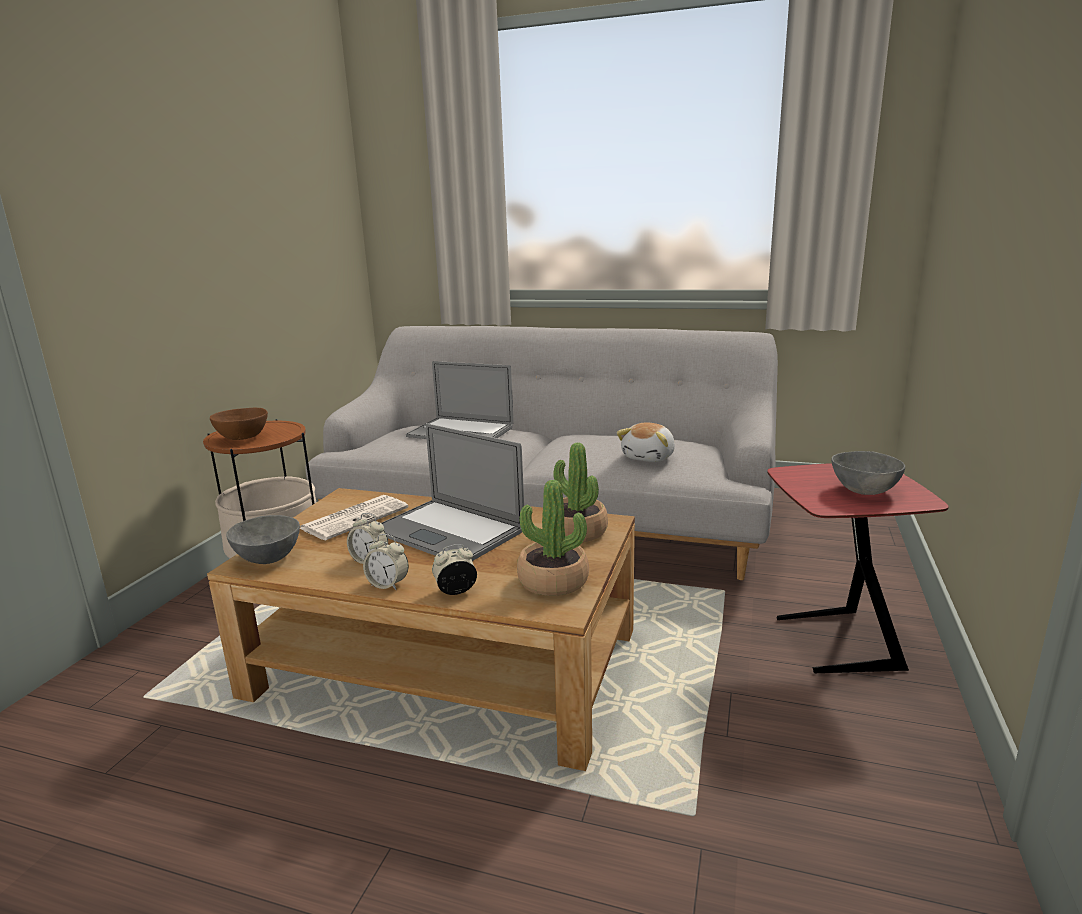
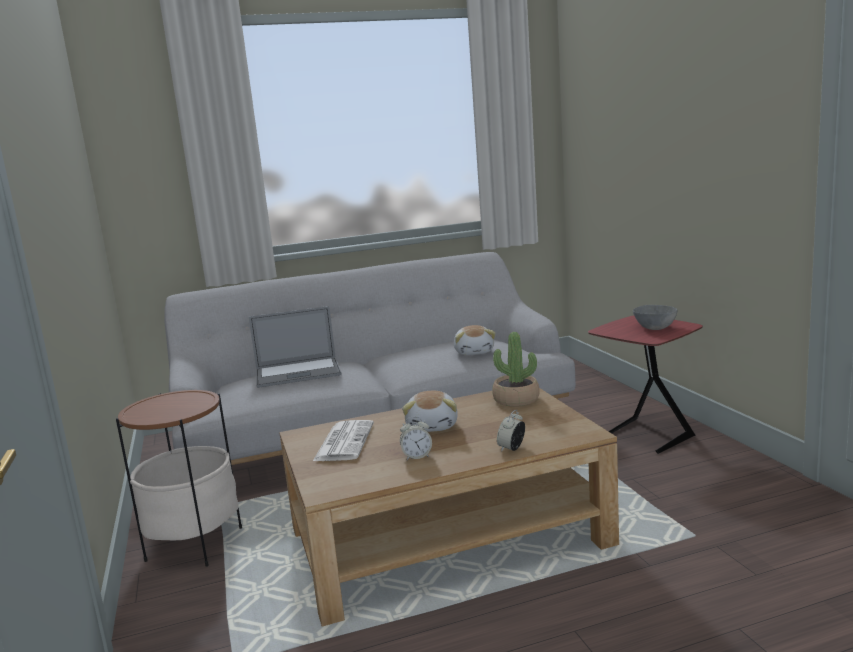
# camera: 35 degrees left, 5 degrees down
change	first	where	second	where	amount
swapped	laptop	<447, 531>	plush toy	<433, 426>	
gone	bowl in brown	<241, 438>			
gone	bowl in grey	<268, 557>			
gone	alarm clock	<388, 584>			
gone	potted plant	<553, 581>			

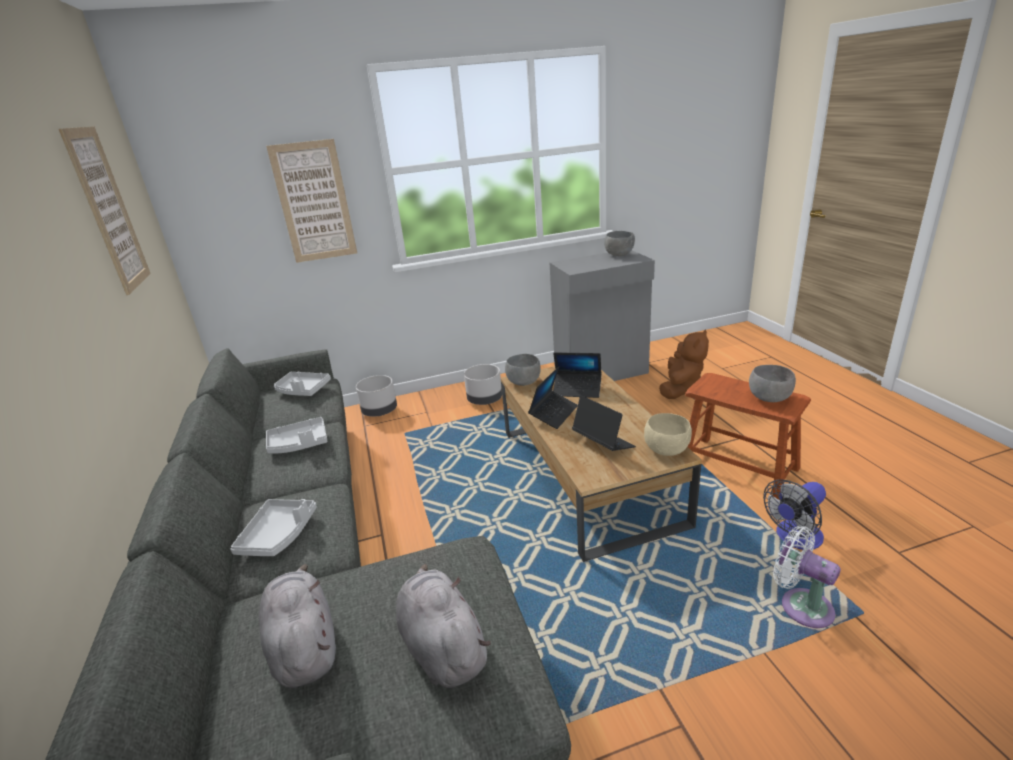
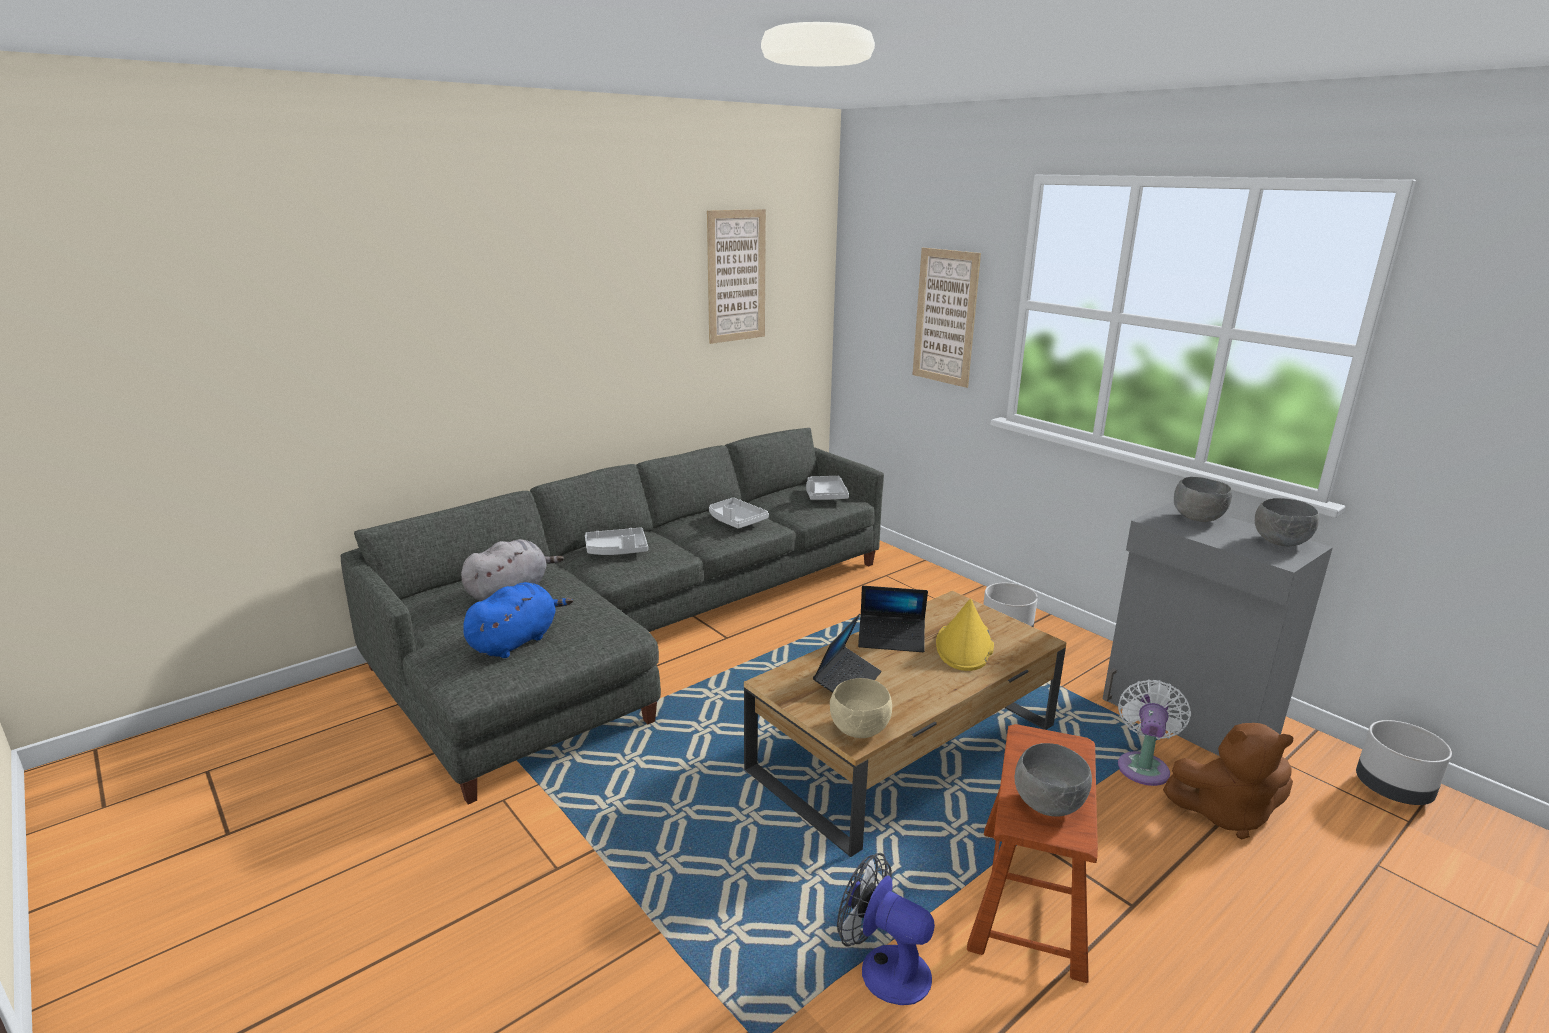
# camera: 65 degrees right, 5 degrees down
change	first	where	second	where	amount
repainted	plush toy in grey	<442, 646>	plush toy in blue	<516, 641>	
swapped	laptop	<577, 390>	hat in yellow	<964, 646>	
shifted	fan in white	<801, 605>		<1143, 766>	
shifted	bowl in grey	<523, 382>		<1198, 518>	
shifted	planter in grey	<380, 412>		<1393, 791>	

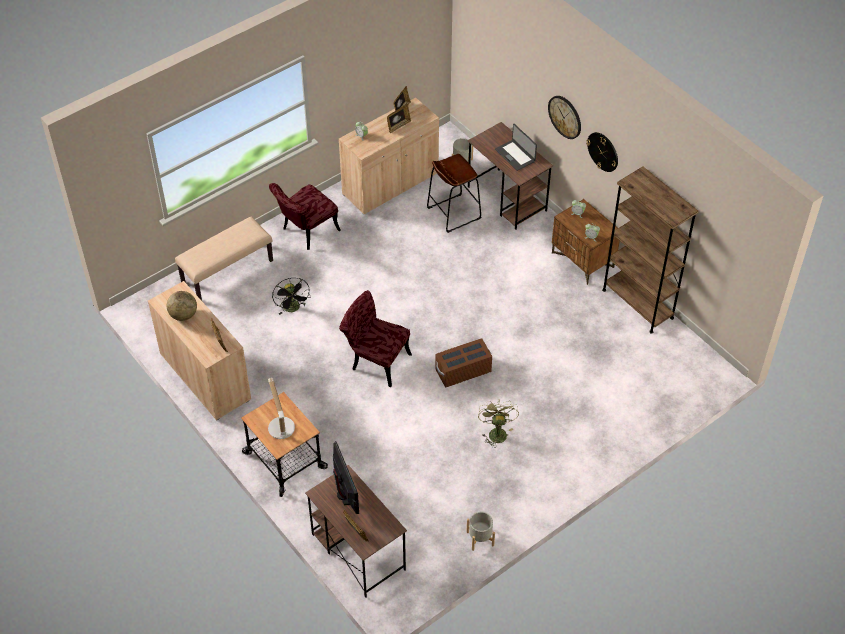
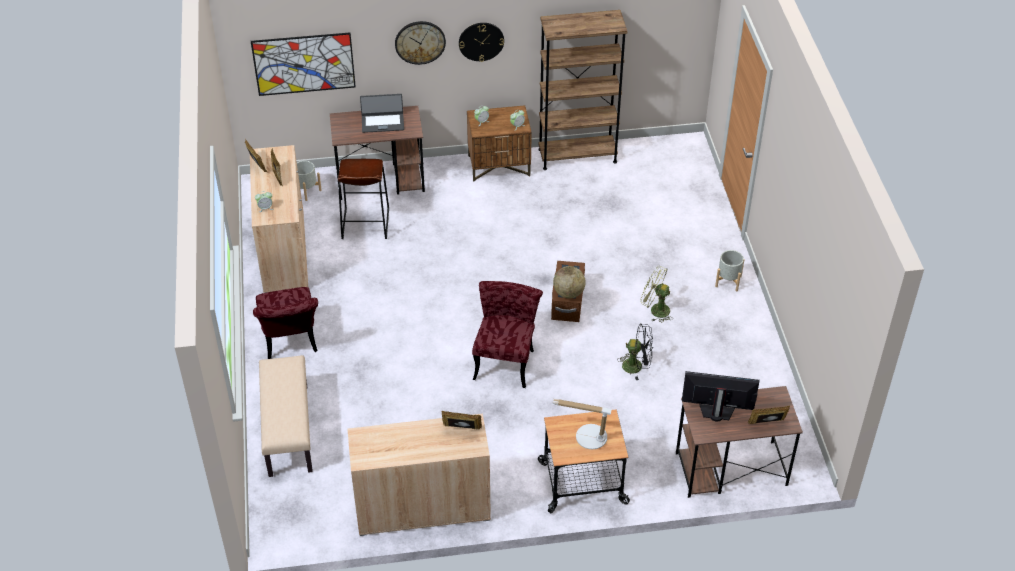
# camera: 60 degrees left, 5 degrees down
change	first	where	second	where	amount
new			picture	<304, 64>	
rotated	chair in red	<375, 360>		<506, 359>	135 degrees clockwise
shifted	globe	<183, 315>		<568, 293>	
shifted	fan in black	<293, 309>		<637, 366>	
shifted	planter in grey	<480, 538>		<728, 281>	

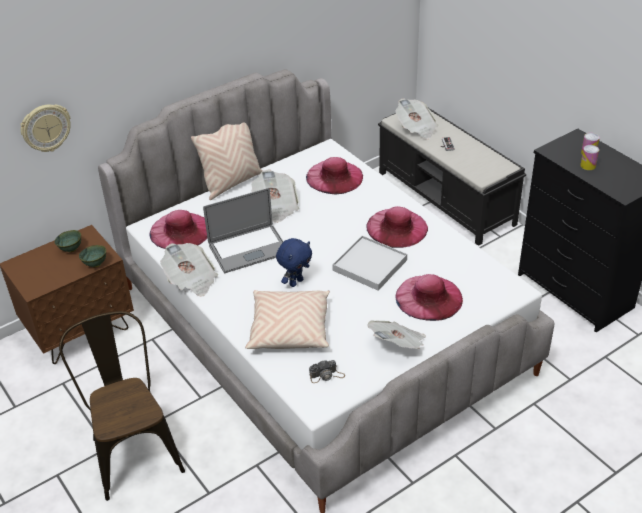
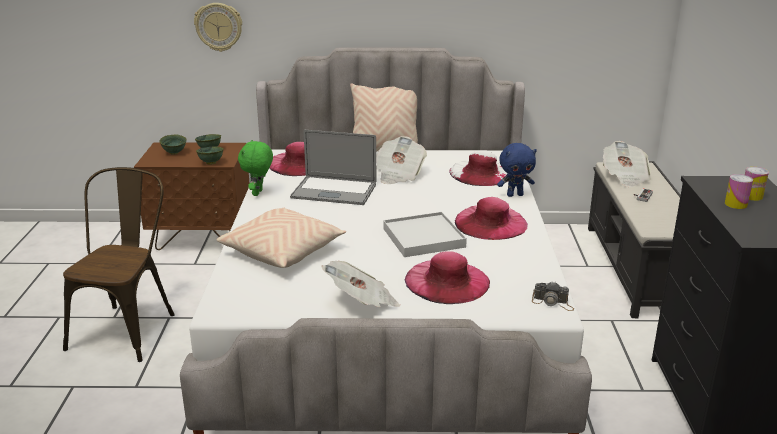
# camera: 35 degrees right, 15 degrees down
change	first	where	second	where	amount
new			bowl in green	<175, 153>	
swapped	newspaper	<191, 280>	plush toy in green	<258, 193>	
repainted	hat in pink	<334, 177>	hat in white	<481, 173>	
shifted	plush toy in blue	<296, 282>		<515, 195>	
shifted	photo camera	<327, 375>		<553, 303>	

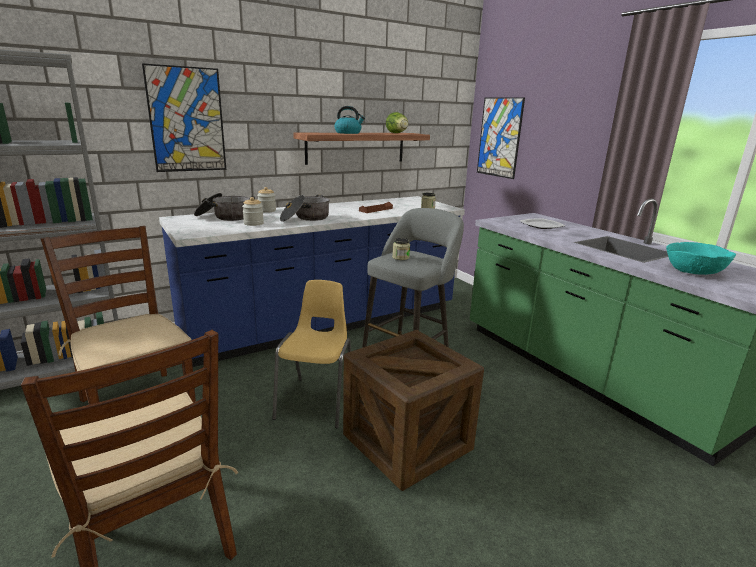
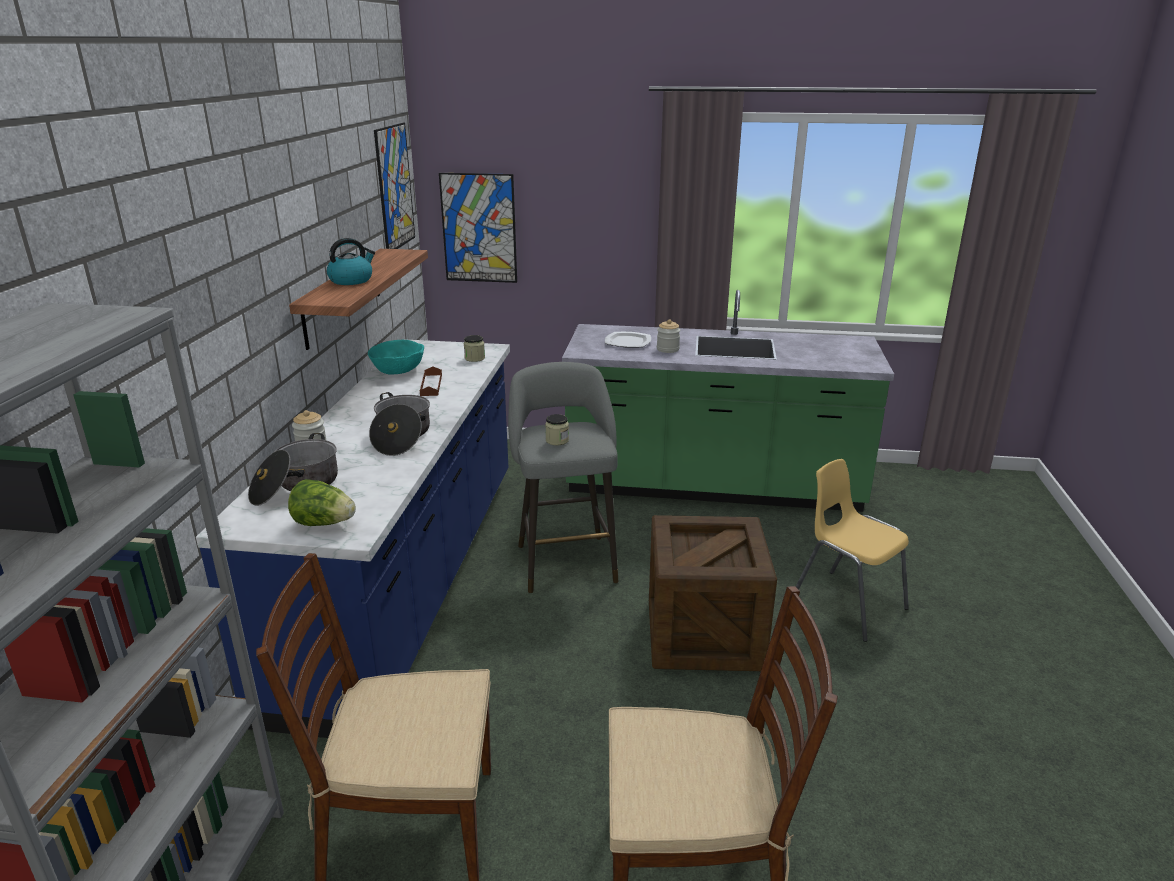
# camera: 50 degrees left, 5 degrees up
change	first	where	second	where	amount
shifted	lettuce	<397, 133>		<324, 523>	
shifted	bowl in turquoise	<693, 271>		<397, 370>	
shifted	picture	<187, 120>		<394, 187>	
shifted	jar	<253, 223>		<667, 349>	
shifted	chair in yellow	<316, 401>		<847, 603>	

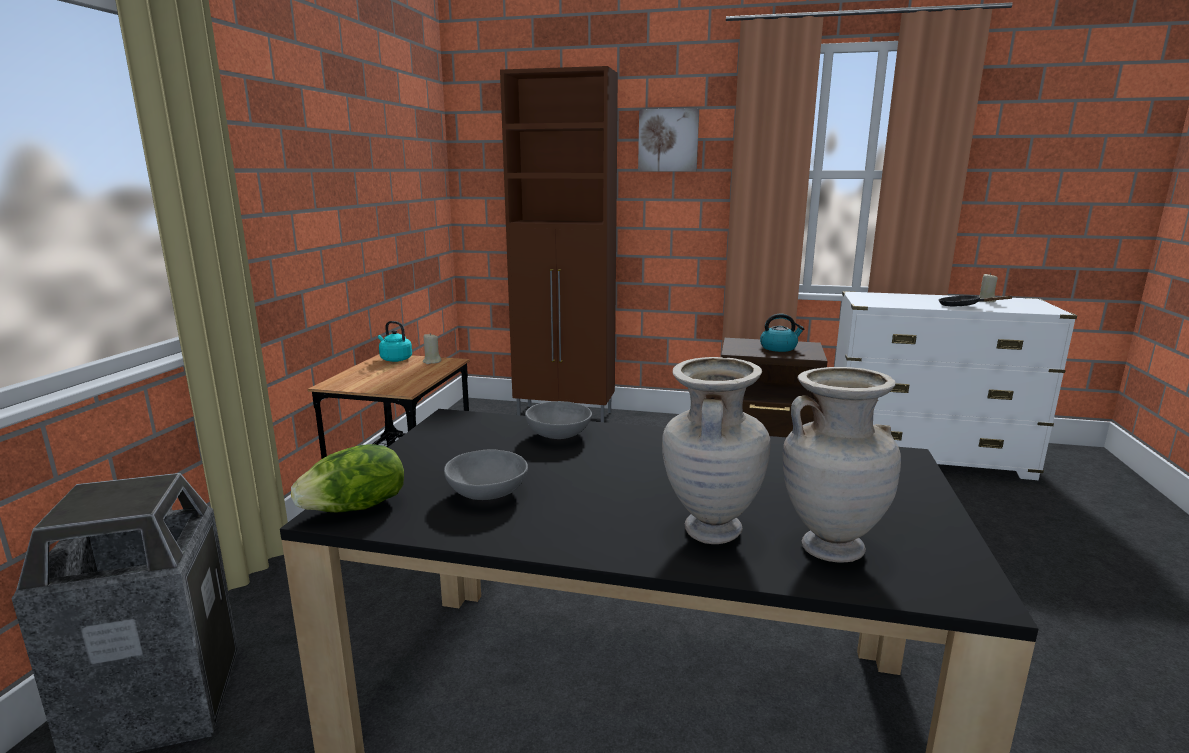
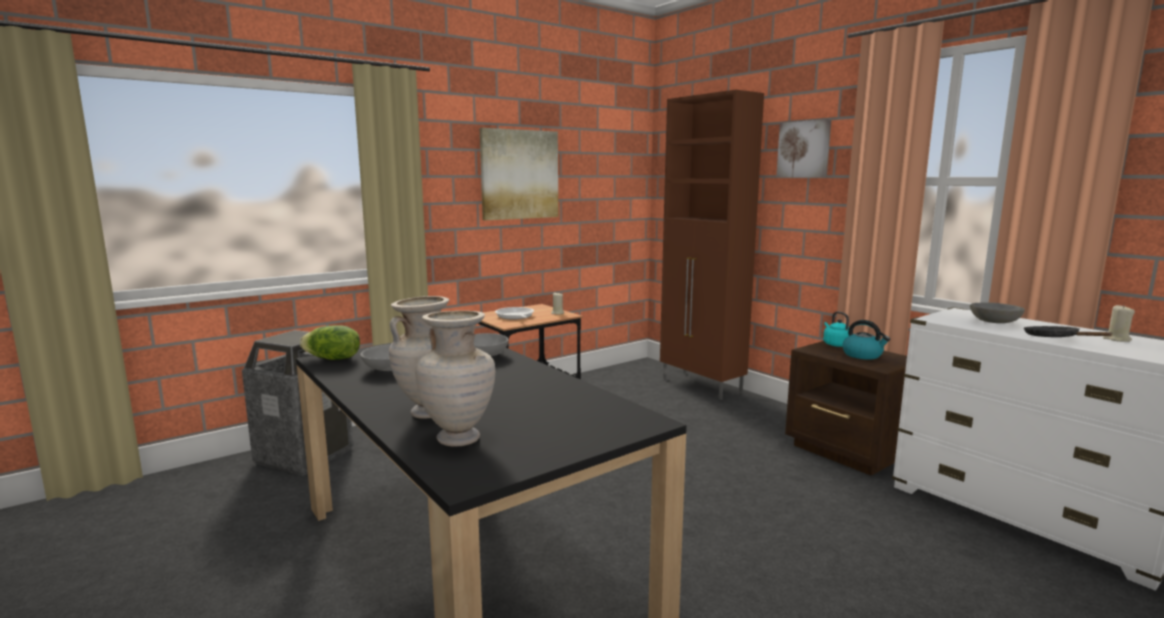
# camera: 40 degrees right, 5 degrees down
change	first	where	second	where	amount
new			picture	<519, 174>	
new			frying pan	<515, 316>	
shifted	kettle in turquoise	<395, 359>		<835, 344>	
new			bowl in grey	<995, 322>	

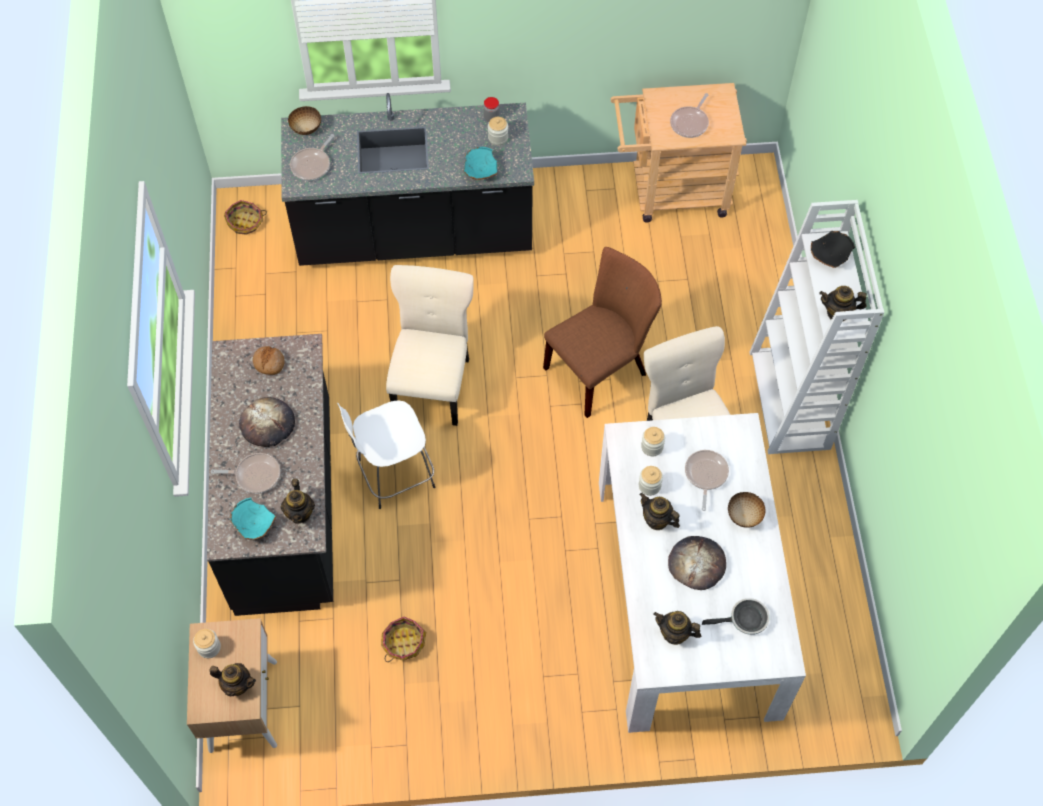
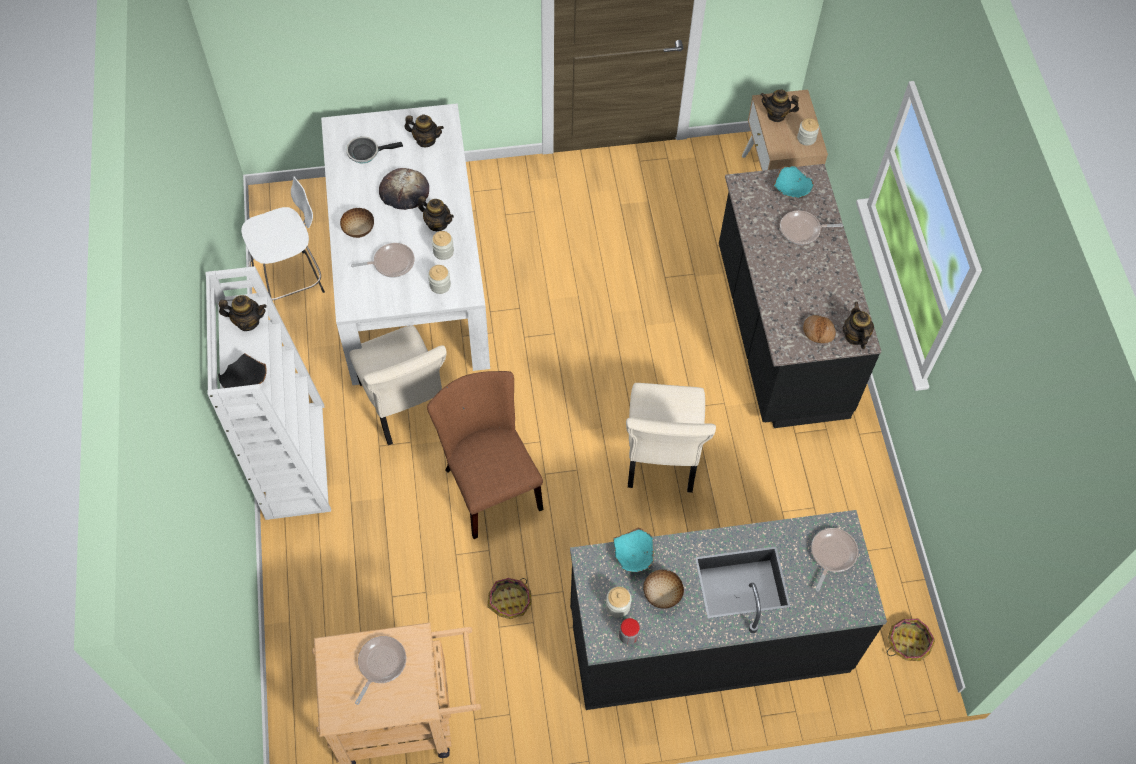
# camera: 175 degrees right, 0 degrees up
change	first	where	second	where	amount
shifted	stool in white	<393, 474>		<291, 281>	
rotated	frying pan	<705, 475>		<391, 263>	105 degrees counterclockwise
rotated	chair in brown	<601, 368>		<489, 484>	105 degrees clockwise
shifted	basket	<403, 642>		<510, 601>	
shifted	bowl	<306, 128>		<662, 595>	
shifted	teapot	<300, 513>		<854, 336>	
gone	bread	<268, 424>			

